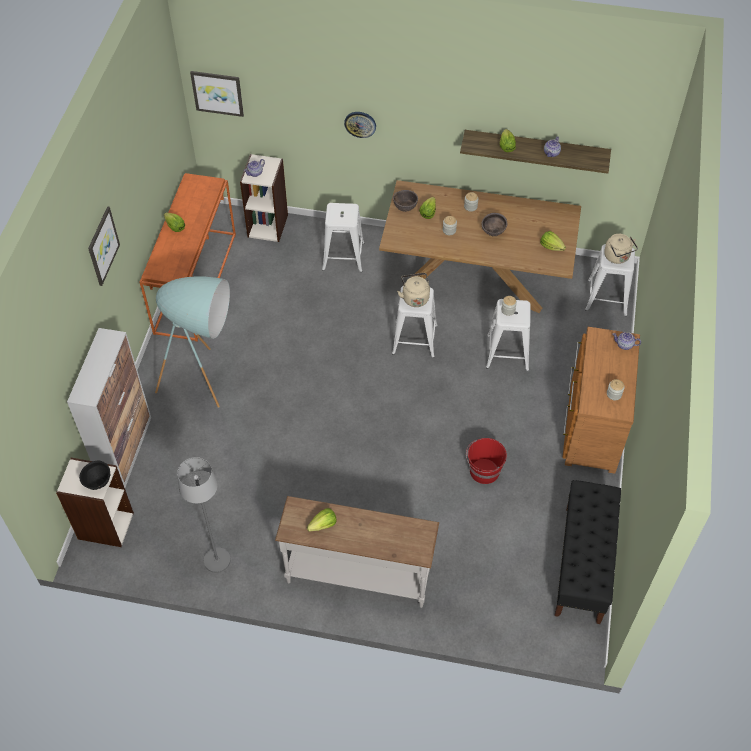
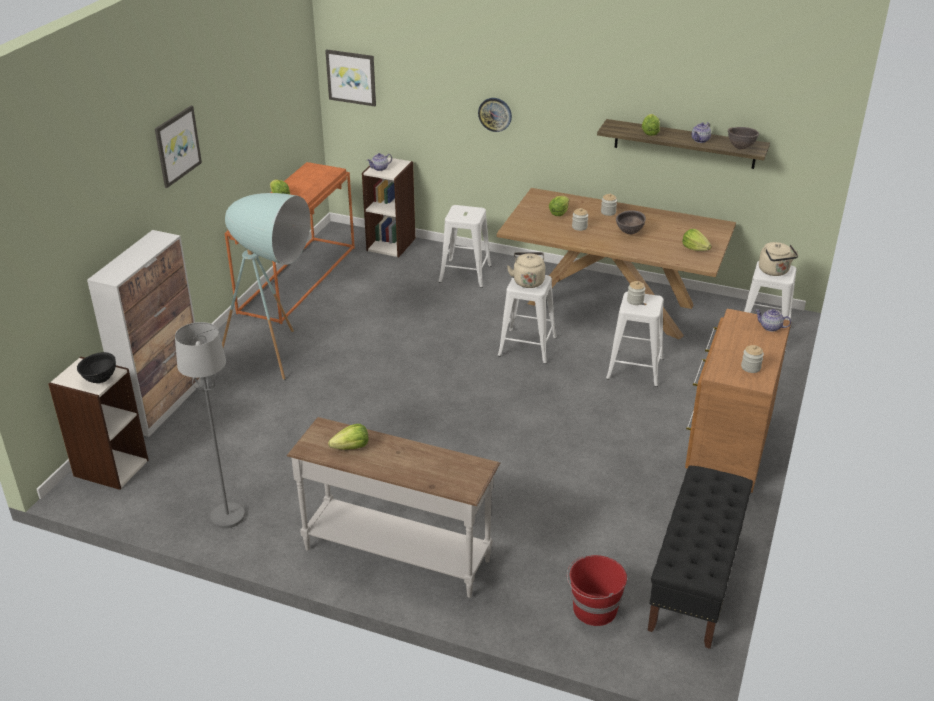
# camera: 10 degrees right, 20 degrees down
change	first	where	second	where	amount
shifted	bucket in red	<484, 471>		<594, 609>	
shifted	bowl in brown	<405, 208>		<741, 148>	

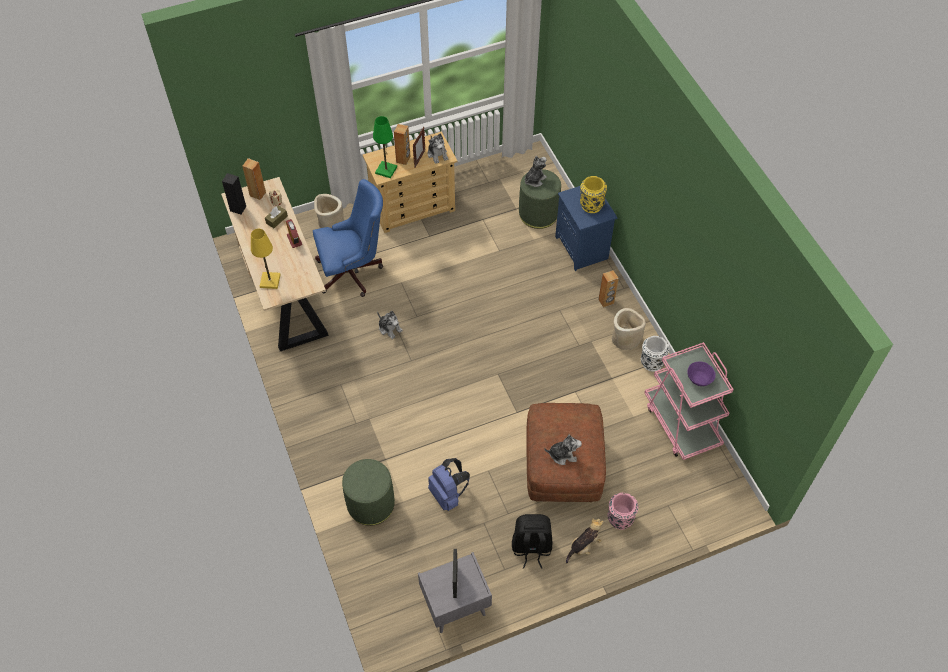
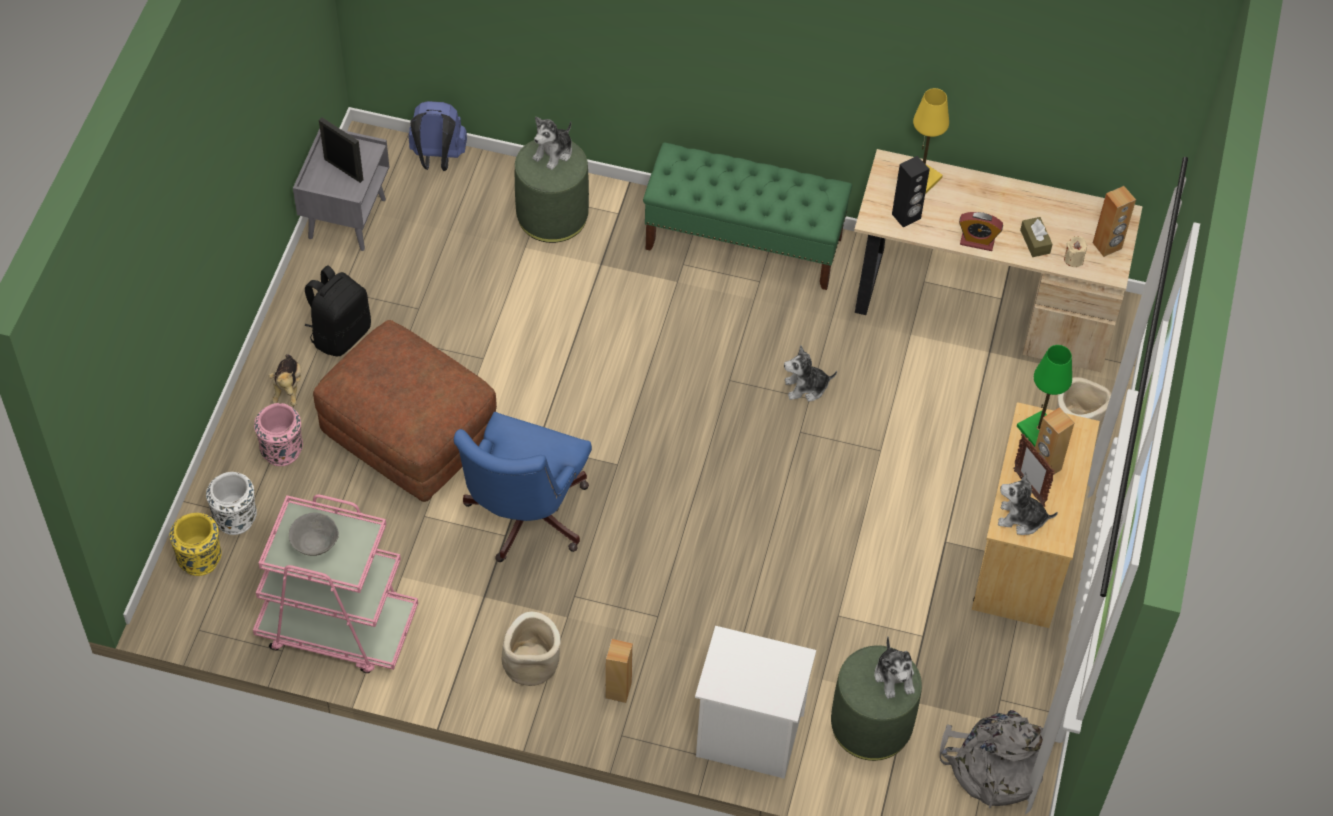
# camera: 125 degrees right, 0 degrees up
change	first	where	second	where	amount
shifted	vase in yellow	<591, 205>		<201, 559>	
shifted	vase in white	<651, 362>		<236, 519>	
repainted	bowl in purple	<699, 379>	bowl in grey	<314, 544>	
shifted	backpack in blue	<448, 495>		<437, 158>	
shifted	office chair in blue	<353, 272>		<523, 519>	
shifted	plush toy	<563, 454>		<554, 153>	
new			bench in green	<744, 243>	
repainted	nightstand in blue	<582, 248>	nightstand in white	<746, 736>	
shifted	speaker in black	<238, 208>		<906, 216>	
new			backpack in grey	<992, 767>	

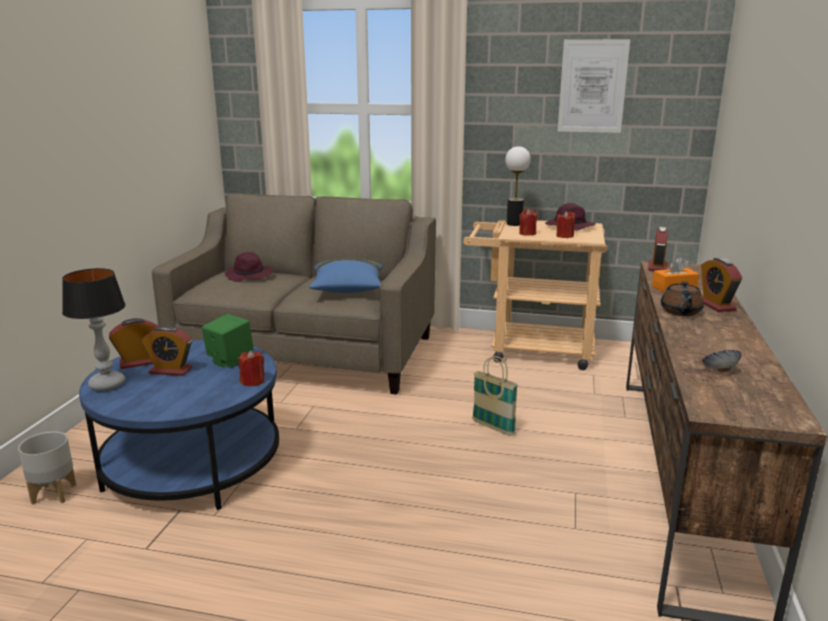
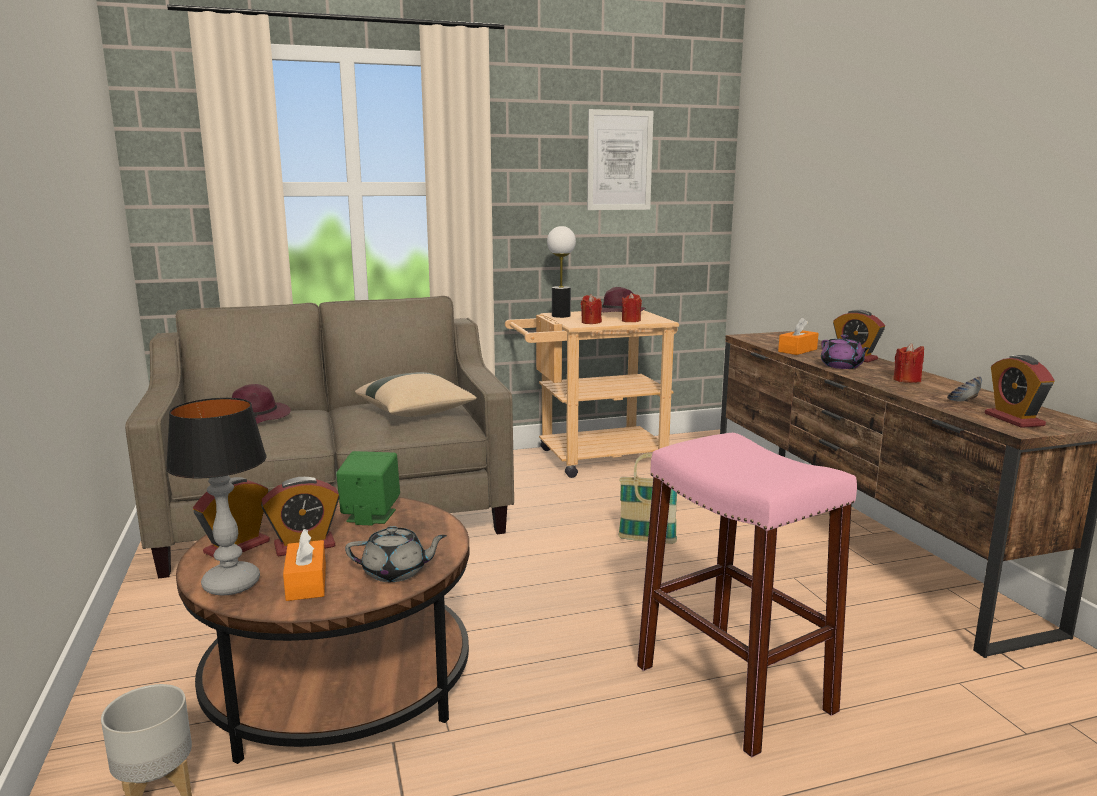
# camera: 30 degrees left, 5 degrees down
change	first	where	second	where	amount
repainted	coffee table in blue	<193, 463>	coffee table in brown	<340, 681>	
new			tissue box in orange	<306, 582>	
new			teapot in grey	<396, 572>	
repainted	pillow in blue	<347, 290>	pillow in beige	<416, 413>	
new			stool in pink	<734, 688>	
repainted	teapot in brown	<680, 312>	teapot in purple	<842, 366>	
shifted	candle in red	<252, 381>		<906, 380>	
shifted	alarm clock	<657, 267>		<1014, 419>	

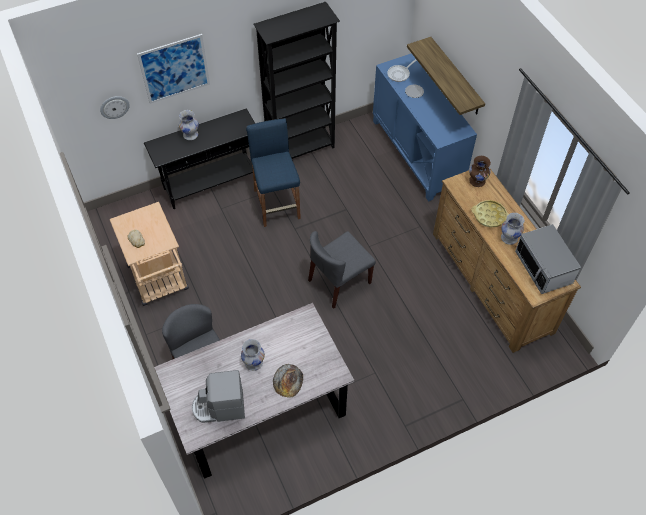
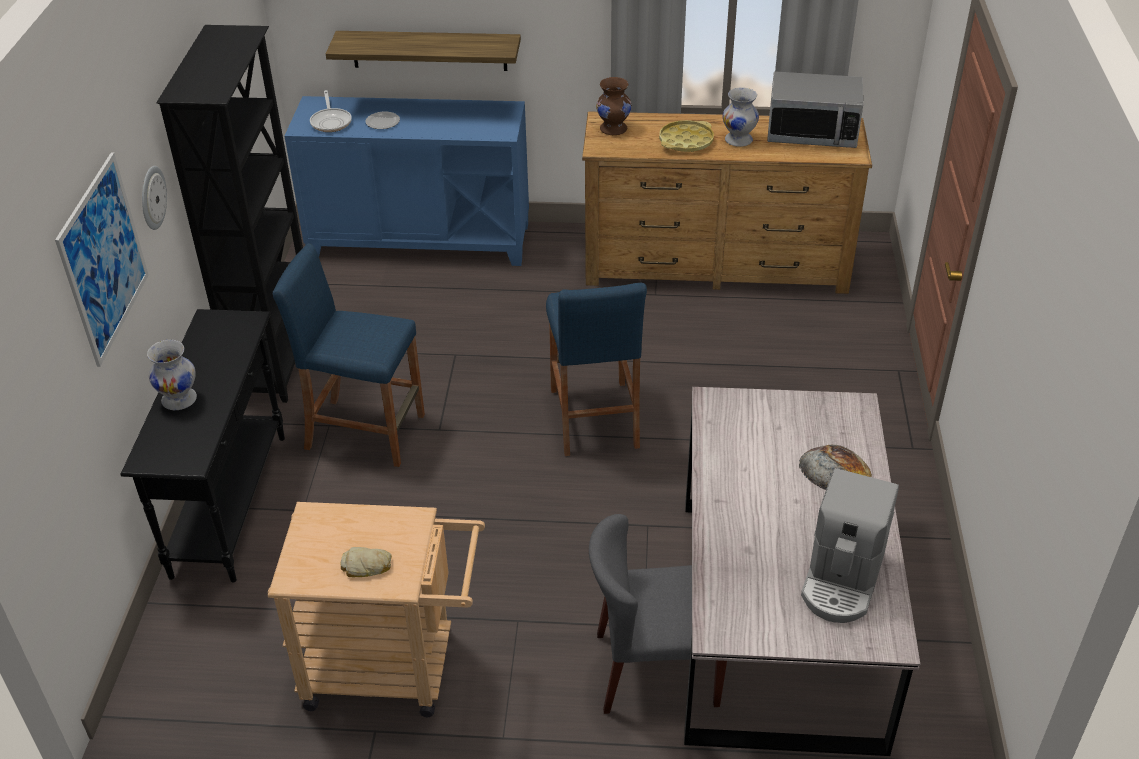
# camera: 60 degrees left, 15 degrees down
change	first	where	second	where	amount
shifted	wall clock	<114, 106>		<152, 197>	
swapped	chair in grey	<339, 282>	stool in blue	<594, 418>	
gone	vase in white	<254, 363>			

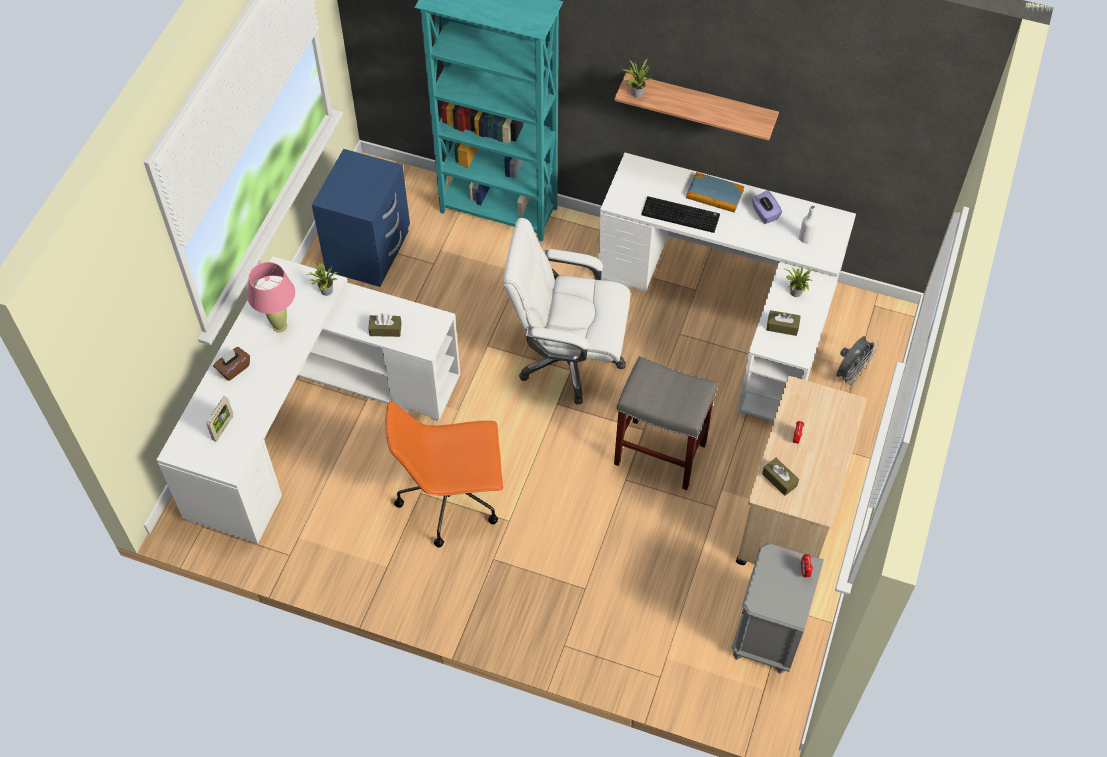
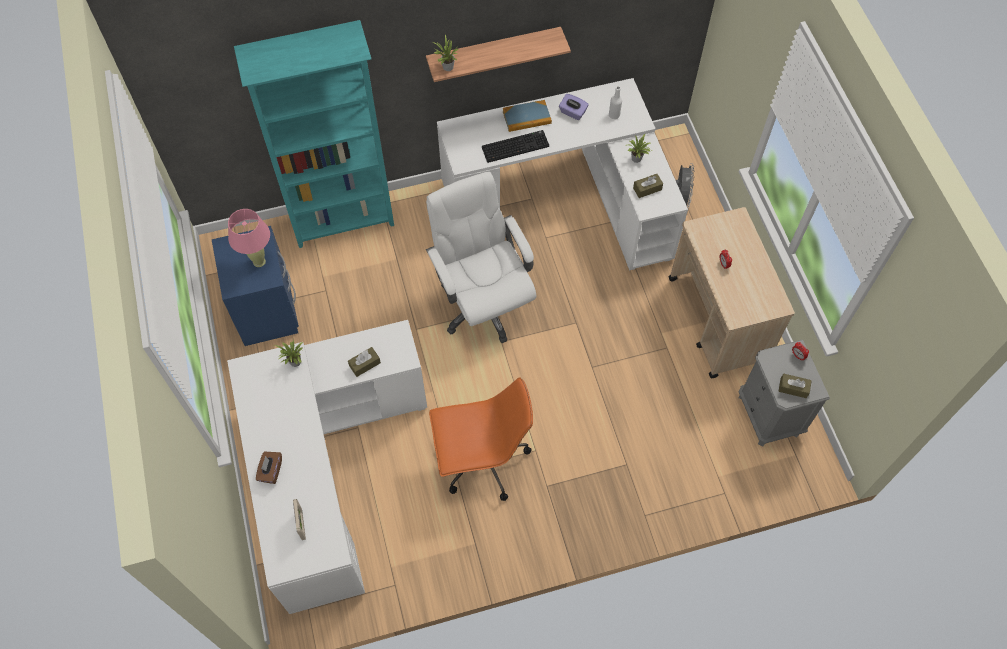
# camera: 35 degrees left, 5 degrees up
change	first	where	second	where	amount
shifted	table lamp in pink	<279, 326>		<259, 261>	
rotated	office chair in white	<568, 359>		<483, 303>	90 degrees clockwise
rotated	office chair in orange	<452, 499>		<482, 461>	150 degrees counterclockwise
shifted	tissue box in brown	<779, 480>		<793, 388>	
gone	stool in grey	<658, 454>			

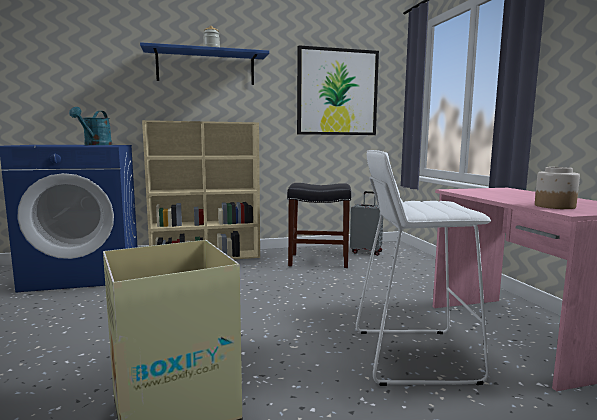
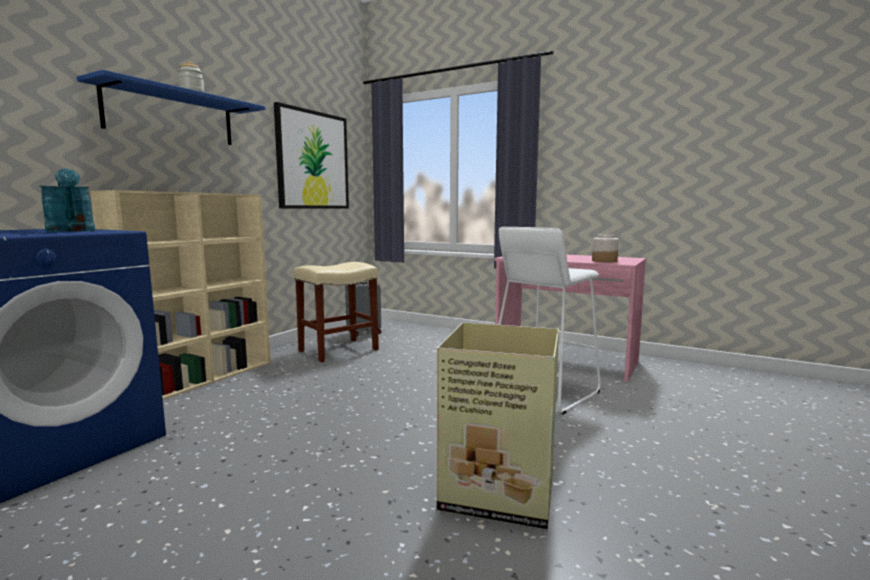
# camera: 45 degrees left, 0 degrees up
change	first	where	second	where	amount
repainted	stool in black	<319, 260>	stool in beige	<339, 350>	

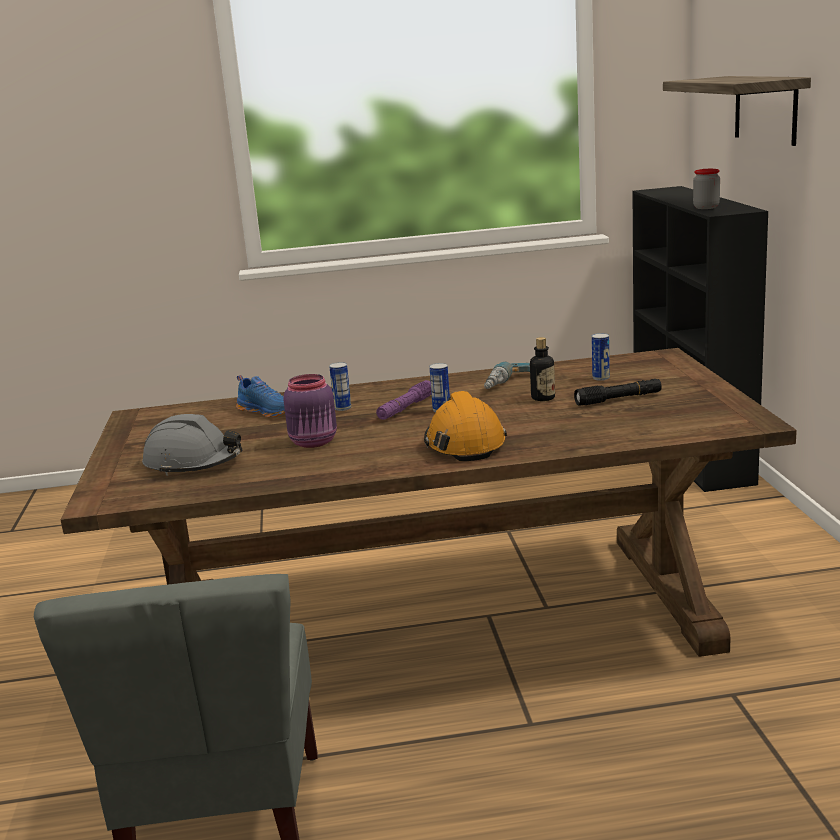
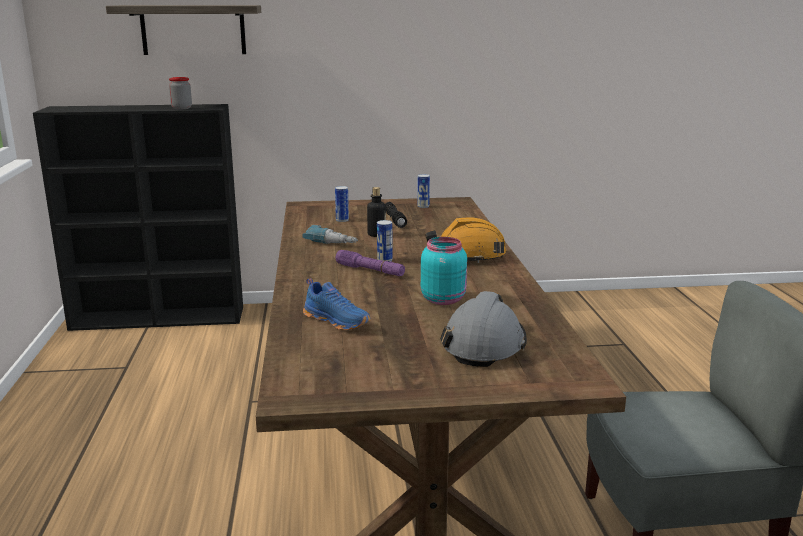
# camera: 90 degrees left, 0 degrees up
change	first	where	second	where	amount
rotated	shoe in blue	<268, 411>		<338, 321>	90 degrees clockwise
shifted	can	<342, 408>		<423, 206>	
repainted	jar in purple	<315, 442>	jar in turquoise	<444, 299>	

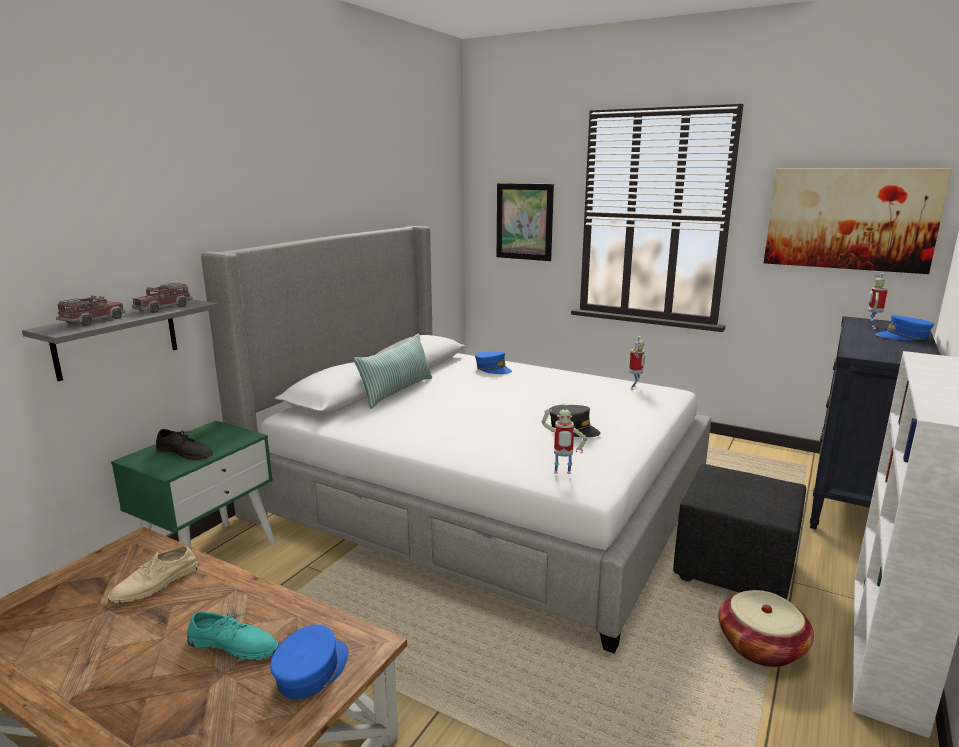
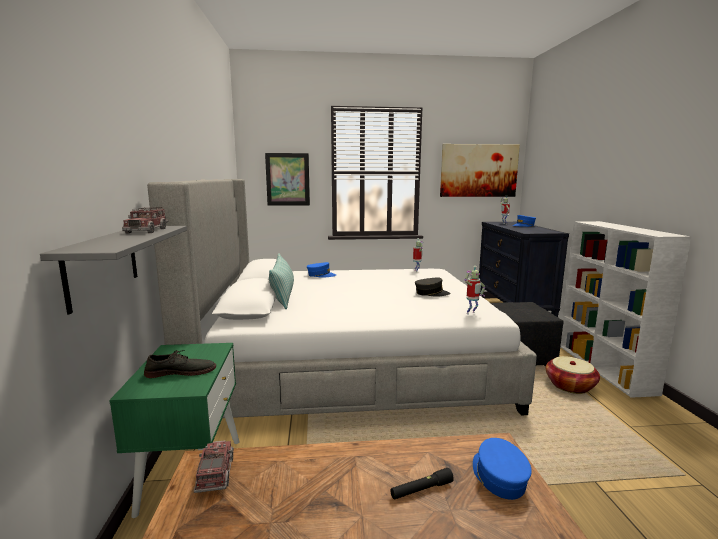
# camera: 35 degrees left, 5 degrees down
change	first	where	second	where	amount
shifted	toy truck	<93, 321>		<215, 474>	
swapped	shoe in turquoise	<233, 644>	flashlight in black	<421, 489>	
gone	shoe in beige	<156, 583>			

